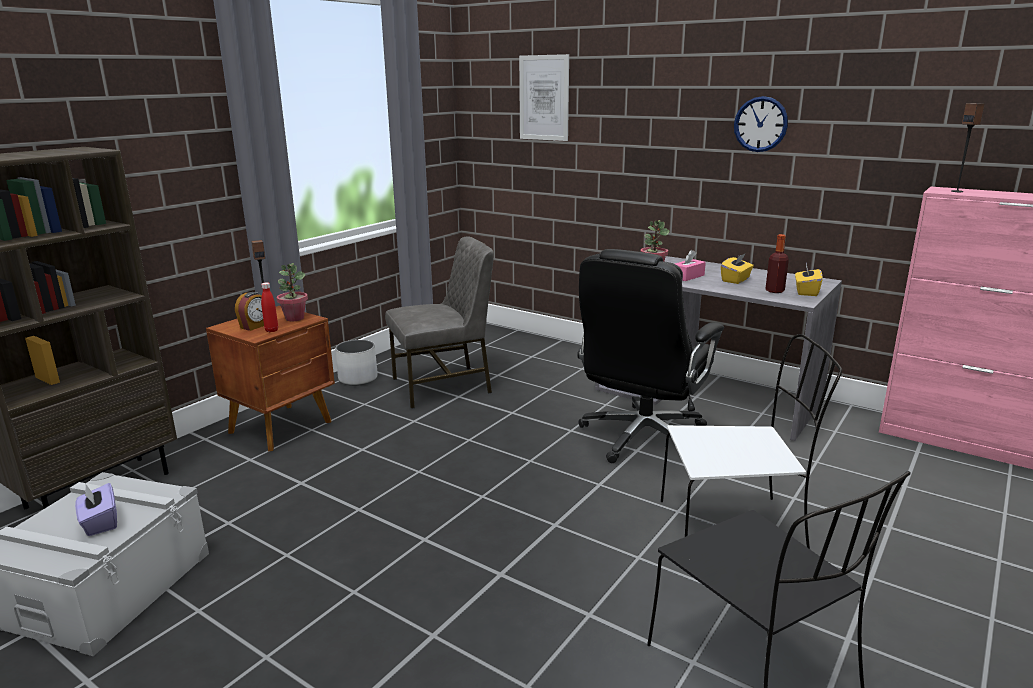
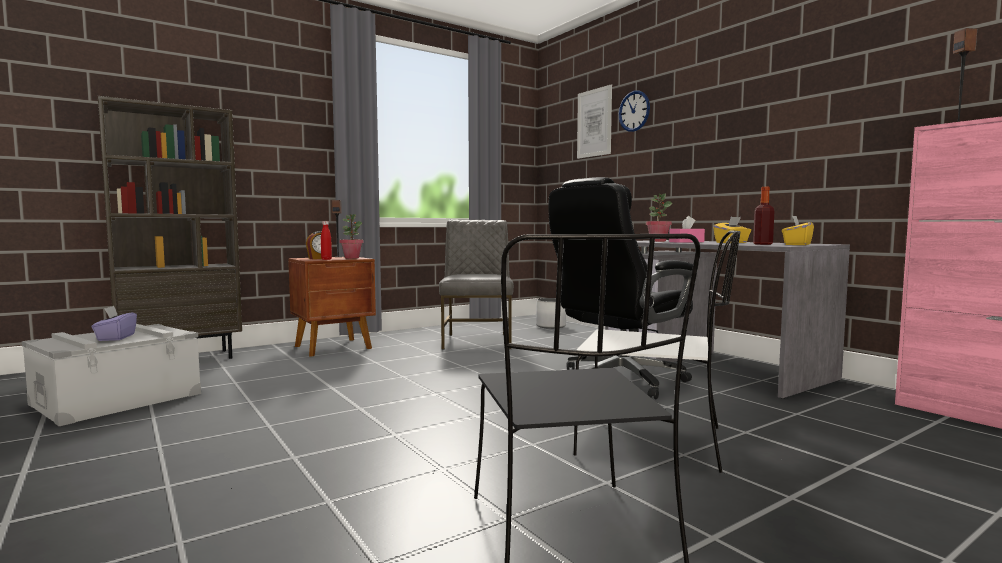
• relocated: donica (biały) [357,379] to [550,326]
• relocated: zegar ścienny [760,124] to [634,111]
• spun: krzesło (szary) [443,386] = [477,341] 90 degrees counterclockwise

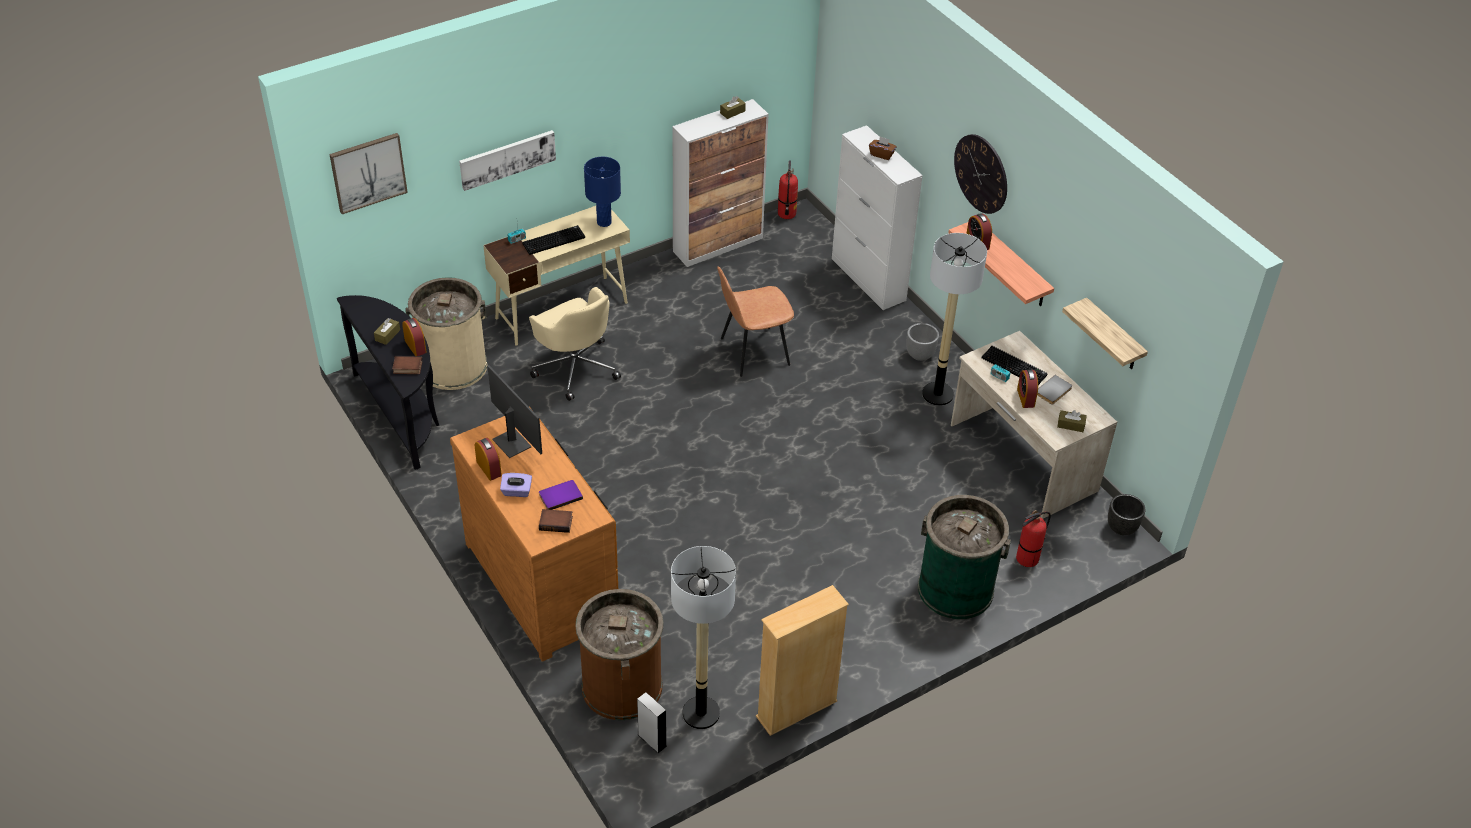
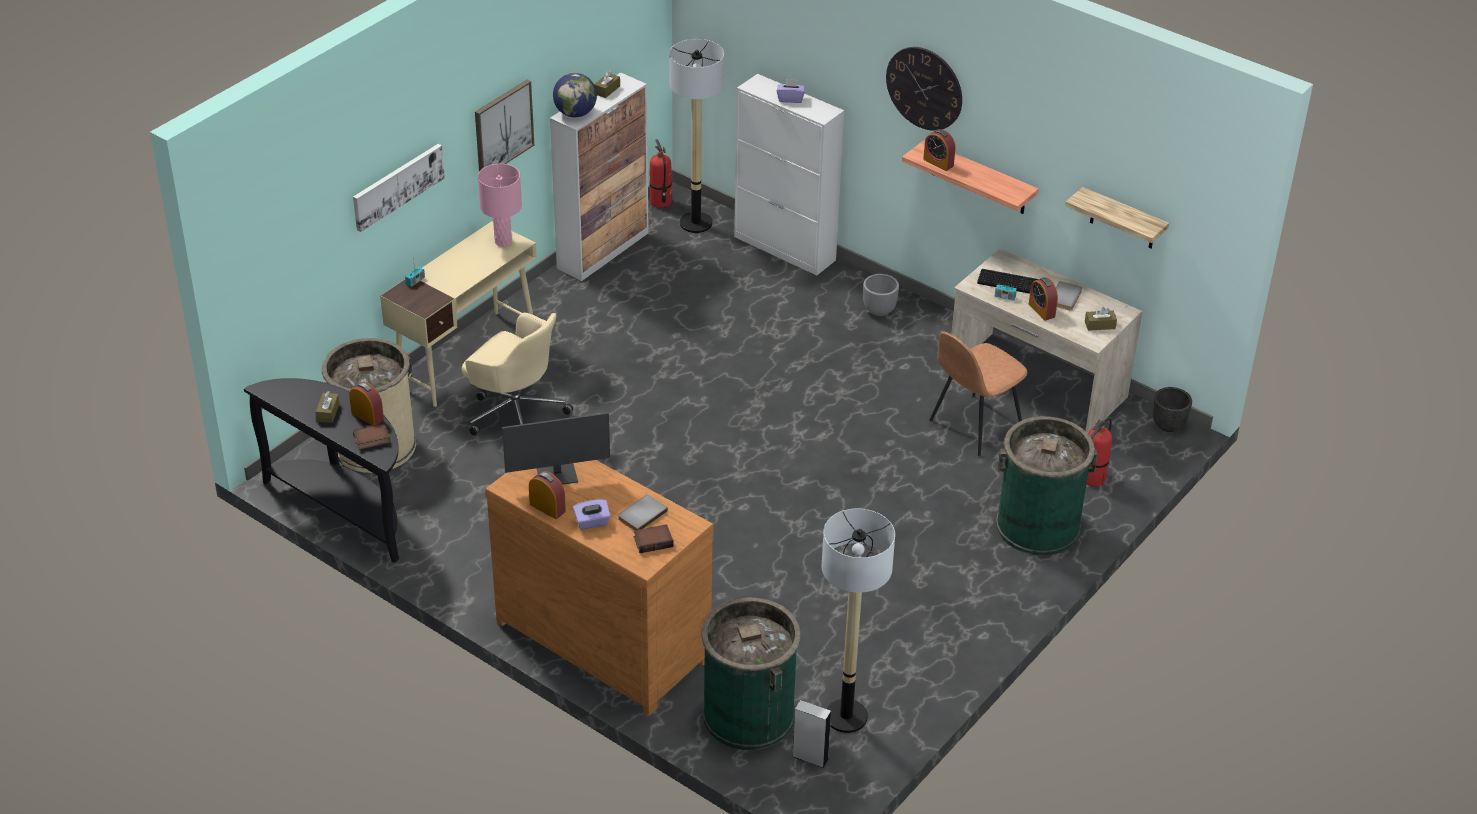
• missing: klawiatura [554,240]
• missing: regał (beżowy) [796,709]
• appeared: globus [575,113]
• relocated: obraz [368,172] to [503,127]
• relocated: krzesło (brązowy) [753,352] to [974,426]
• relocated: lampa stojąca [937,394] to [695,223]
• colour: książka (fioletowy) [560,495] to książka (szary) [641,514]
• colour: kosz na śmieci (brązowy) [622,686] to kosz na śmieci (zielony) [748,715]
• colour: lampa stołowa (niebieski) [604,222] to lampa stołowa (różowy) [503,241]
• colour: pudełko chusteczek (brązowy) [881,154] to pudełko chusteczek (fioletowy) [790,99]
• spun: monitor [512,442] = [557,476] 135 degrees clockwise

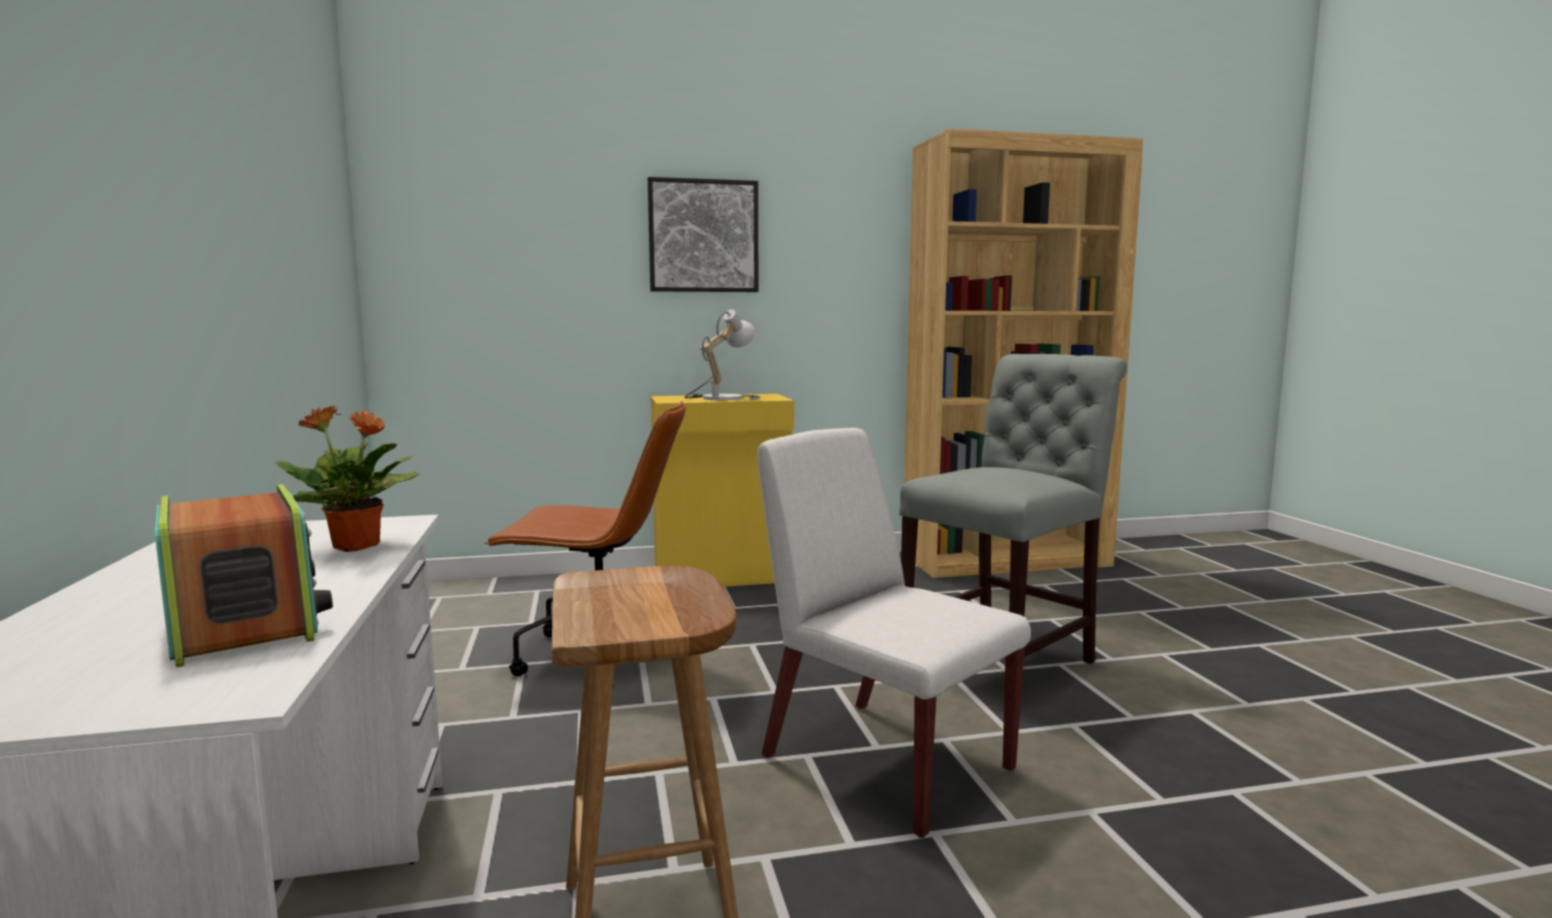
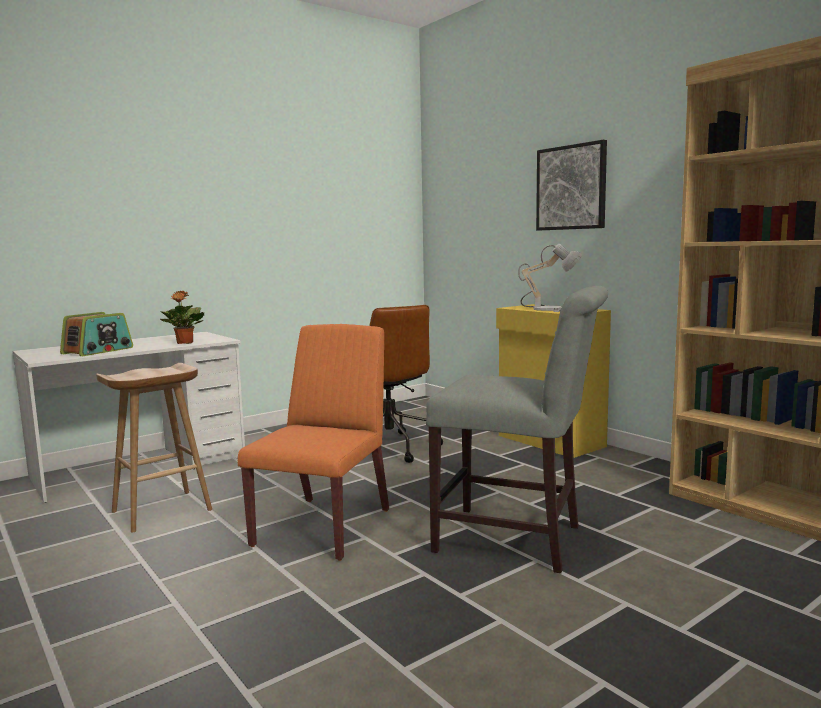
• colour: krzesło (biały) [883,762] to krzesło (pomarańczowy) [324,526]

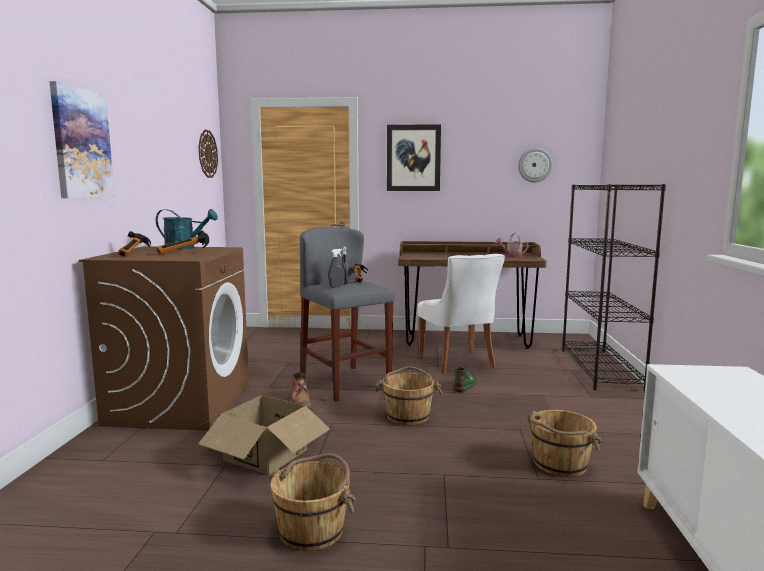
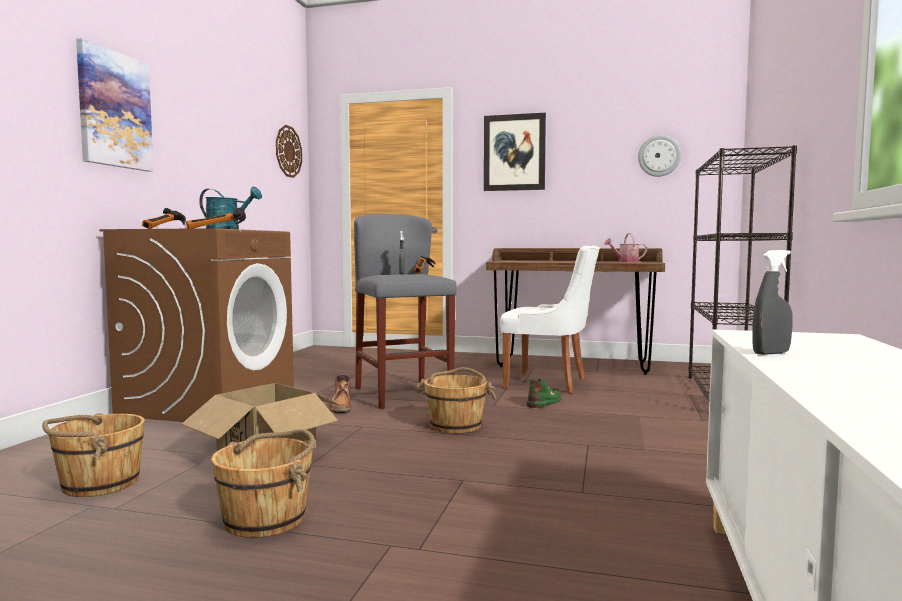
• relocated: spryskiwacz (szary) [336,287] to [771,353]
• relocated: wiadro (brązowy) [559,464] to [99,483]
• spun: krzesło (biały) [458,363] = [549,383] 60 degrees counterclockwise

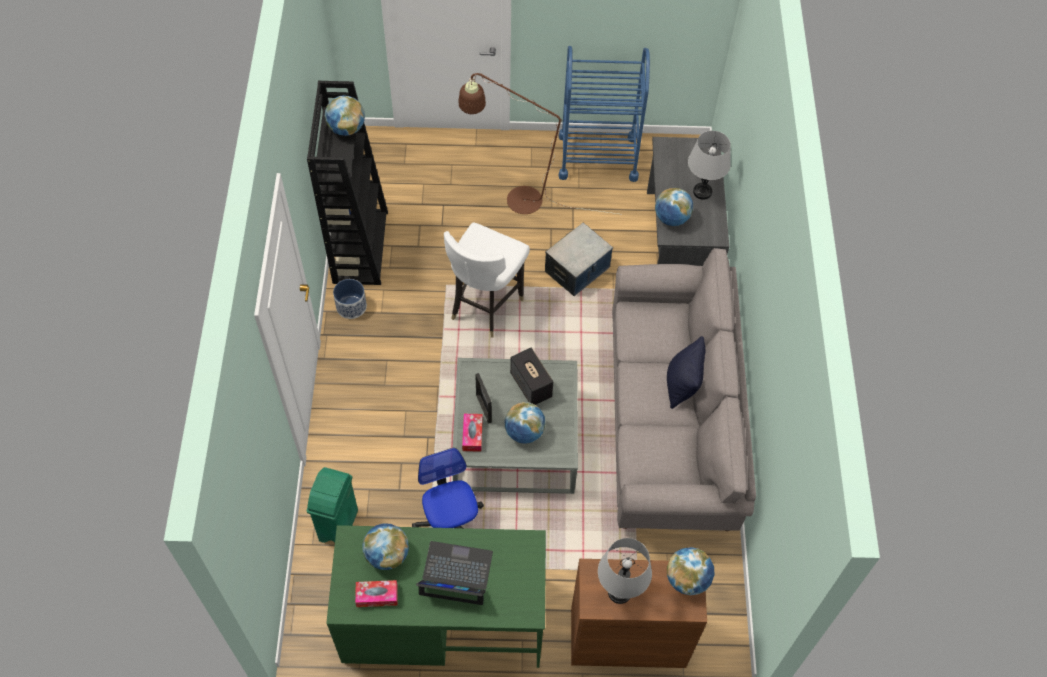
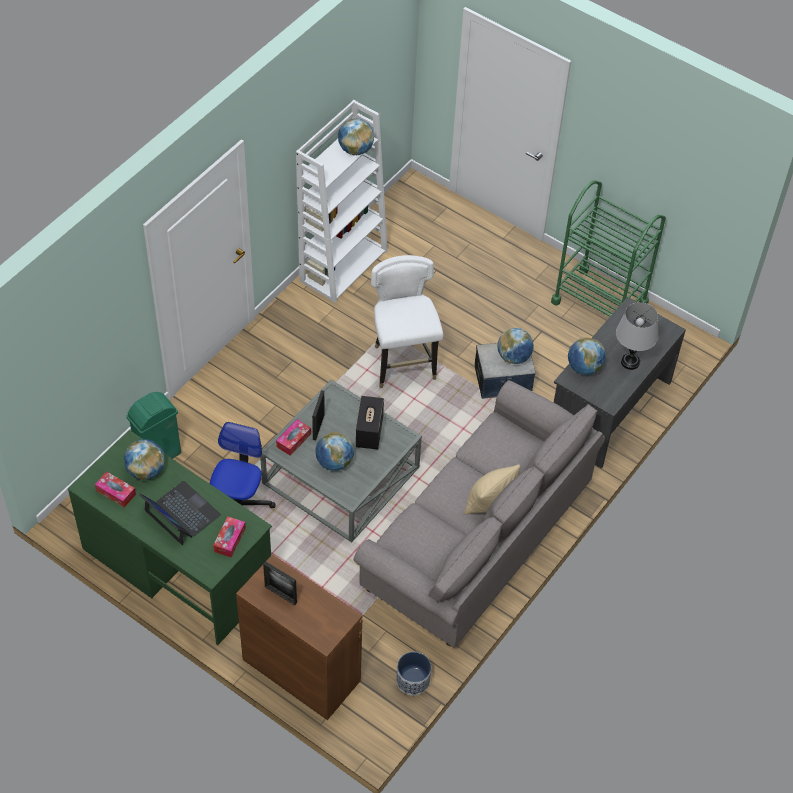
• missing: lampa stojąca (brązowy) [514,199]
• appeared: pudełko chusteczek [229,540]
• relocated: donica [351,306] to [413,681]
• relocated: globus [687,579] to [514,357]
• exchanged: lampa stołowa (szary) [619,592] to ramka na zdjęcie [280,595]
• colour: regał (czarny) [360,246] to regał (biały) [343,265]
• colour: wózek (niebieski) [597,157] to wózek (zielony) [599,303]
• colour: poduszka (czarny) [682,385] to poduszka (beżowy) [489,503]
• spun: krzesło (biały) [485,306] = [403,365] 105 degrees clockwise

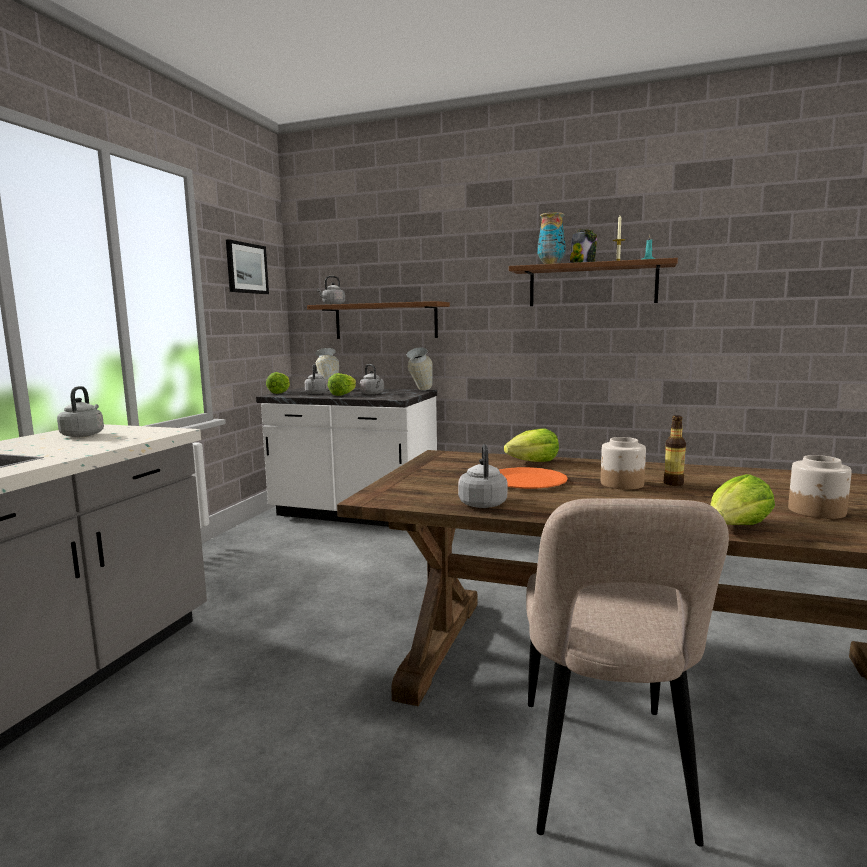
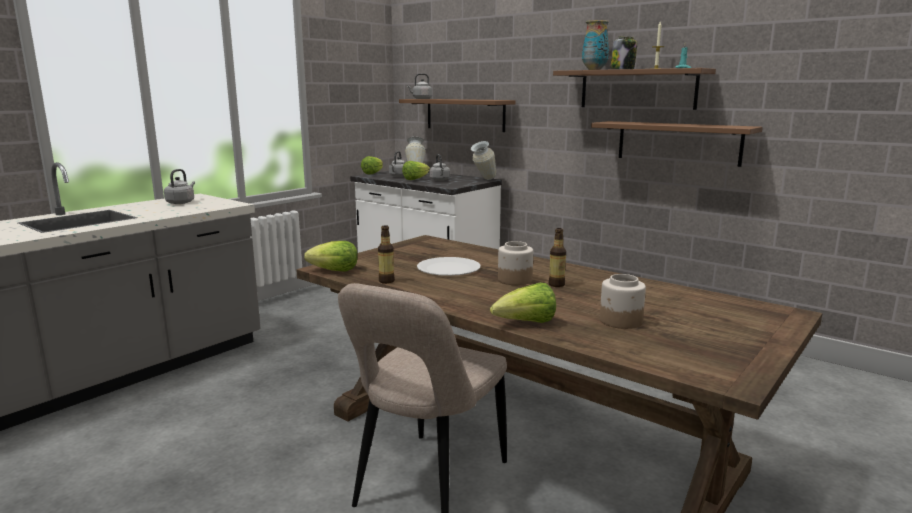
• missing: obraz [246,268]
• appeared: półka (brązowy) [678,142]
• relocated: sałata [533,462] to [334,271]
• exchanged: czajnik (szary) [482,503] to butelka [386,281]
• colour: talerz (pomarańczowy) [526,481] to talerz (biały) [448,269]

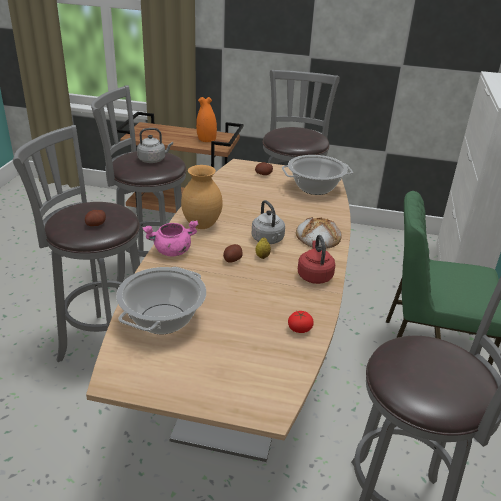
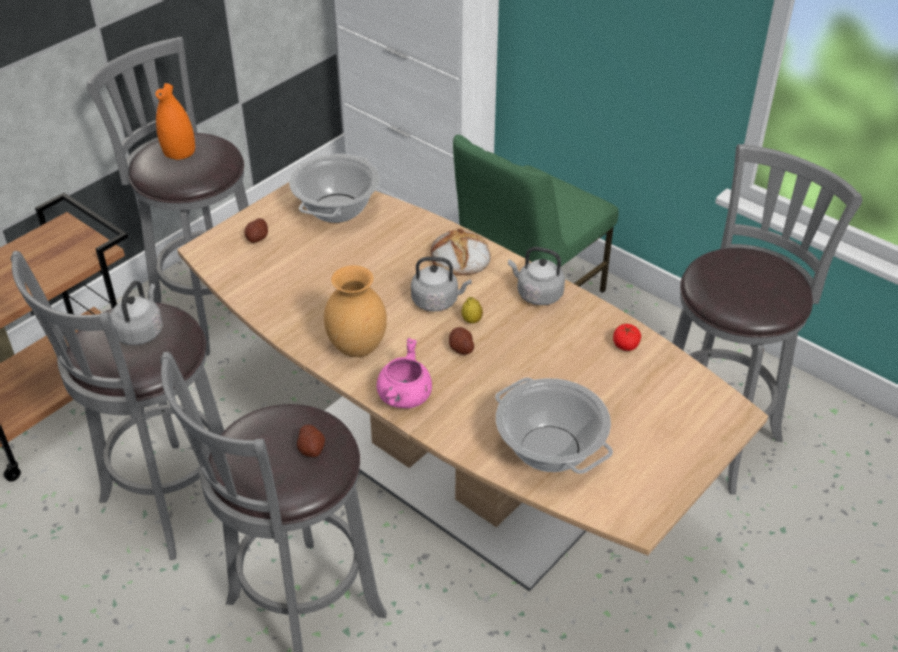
• relocated: wazon (pomarańczowy) [206,139] to [179,153]
• colour: czajnik (czerwony) [314,275] to czajnik (szary) [537,294]

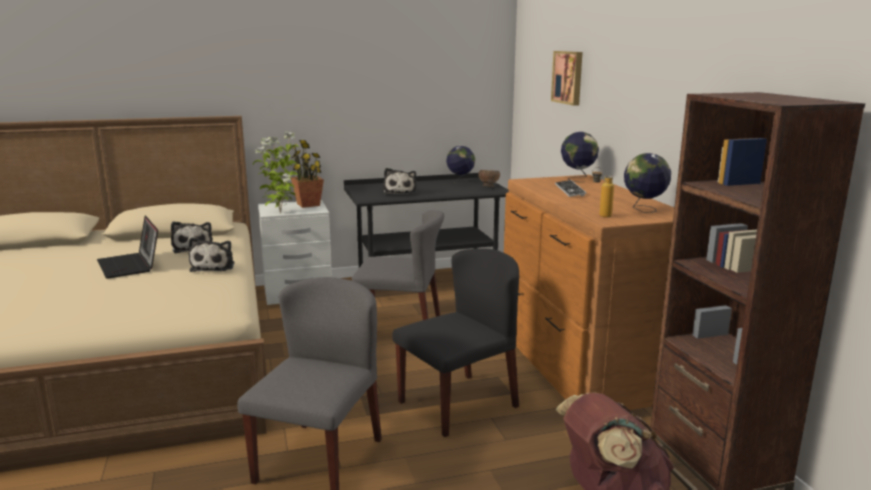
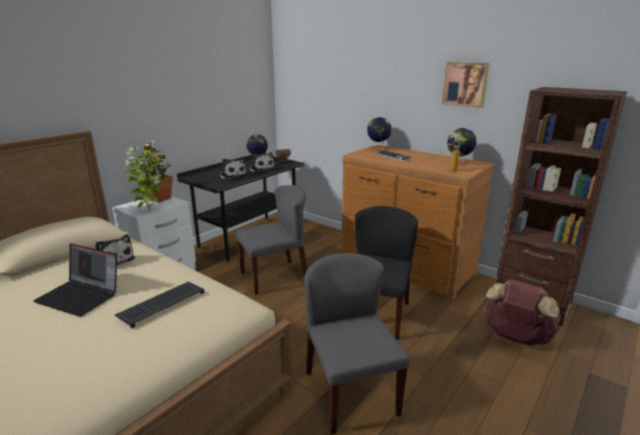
• appeared: klawiatura [162,303]
• relocated: pluszak [214,266] to [261,169]
• relocated: obraz [568,77] to [465,84]

